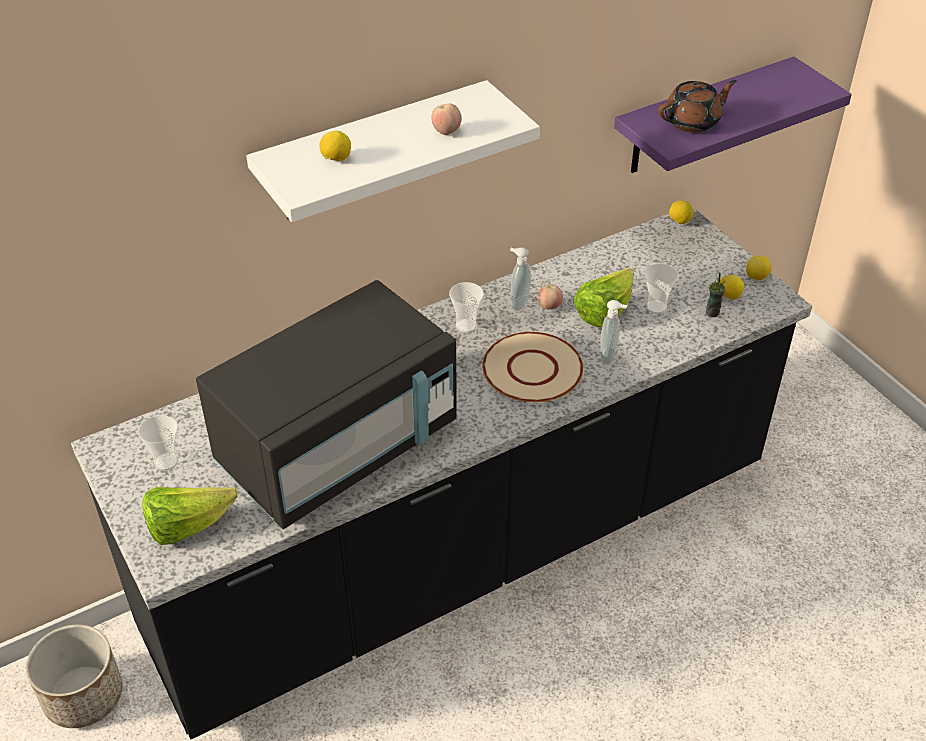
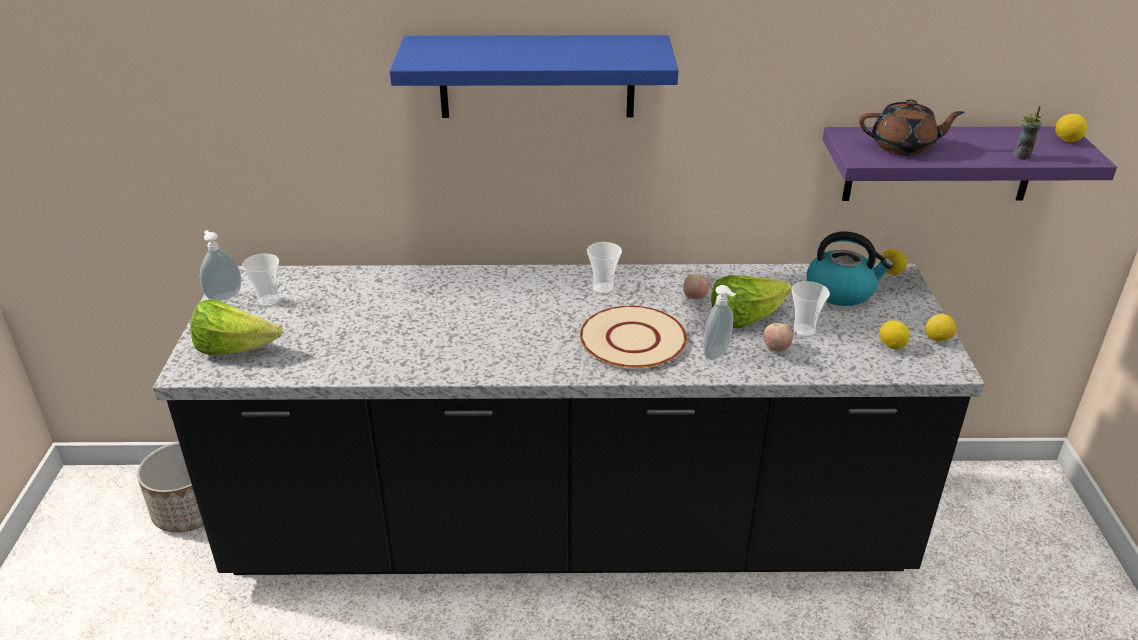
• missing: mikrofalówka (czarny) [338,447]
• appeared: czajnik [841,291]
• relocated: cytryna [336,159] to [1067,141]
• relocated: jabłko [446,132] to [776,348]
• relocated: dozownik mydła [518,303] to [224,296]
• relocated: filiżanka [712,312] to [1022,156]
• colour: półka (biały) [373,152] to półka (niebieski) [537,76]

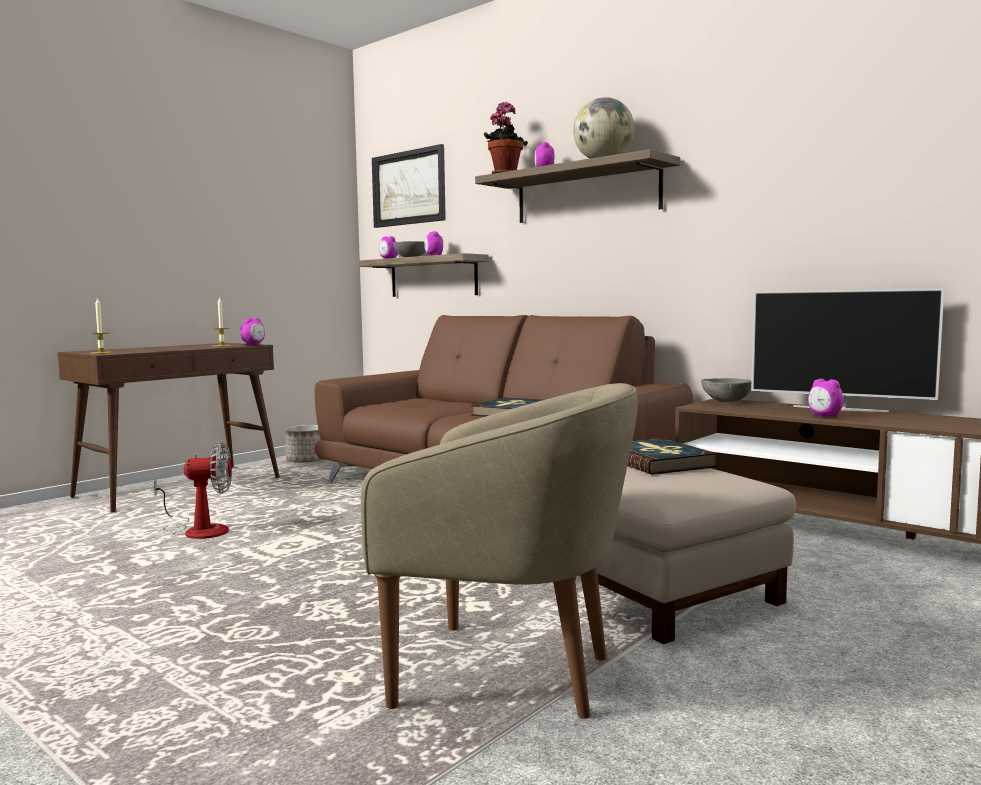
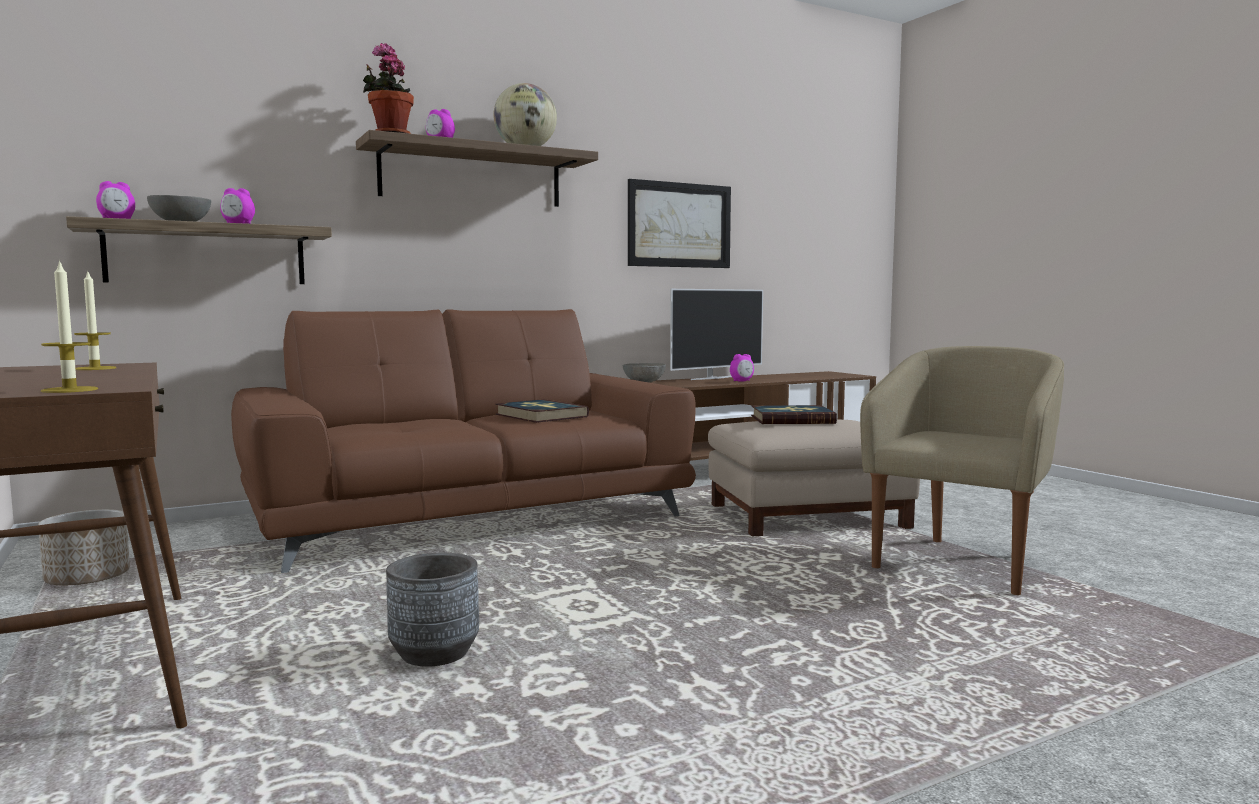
• missing: budzik [253,344]
• relocated: obraz [408,188] to [679,225]
• exchanged: wentylator [198,531] to donica (szary) [434,655]

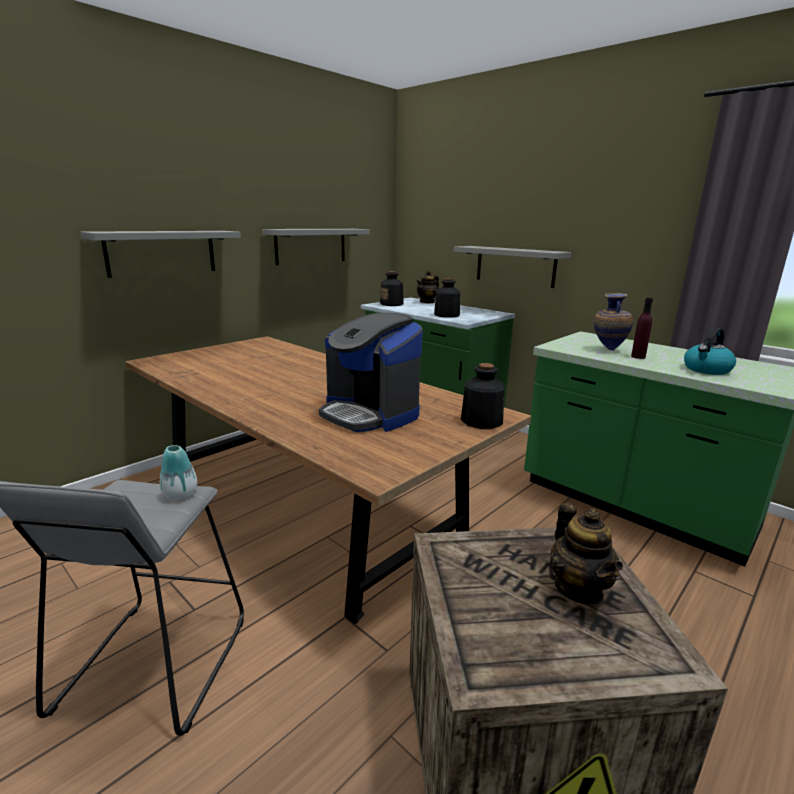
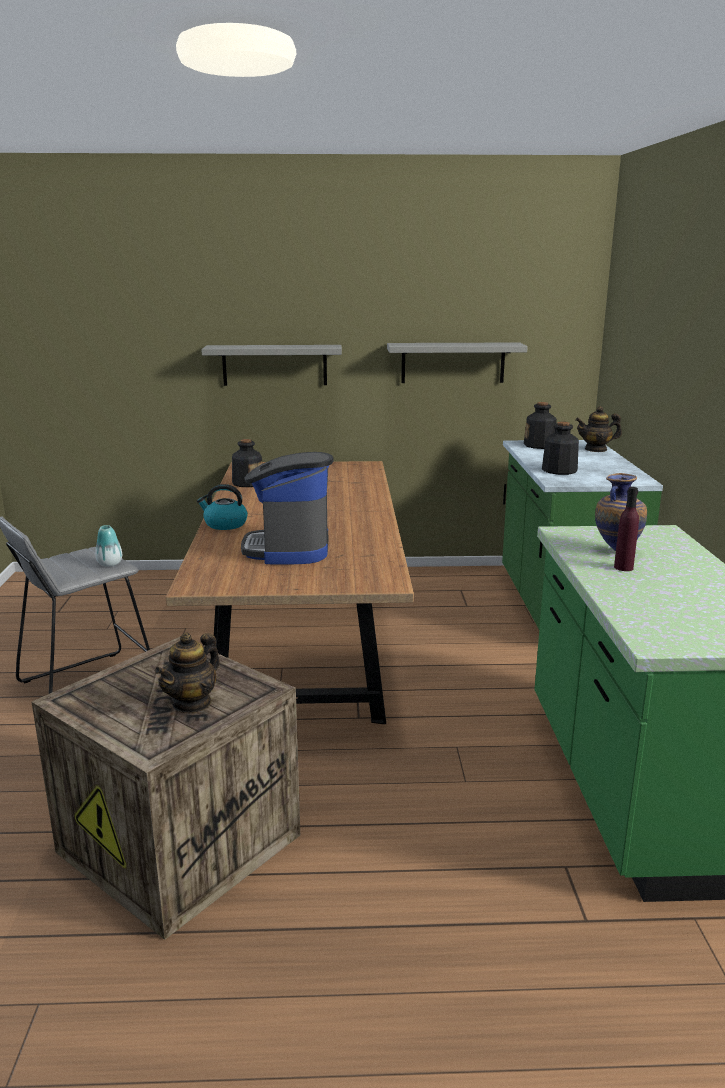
• missing: półka (szary) [515,266]
• relocated: butelka [481,421] to [248,483]
• relocated: czajnik [706,370] to [225,524]

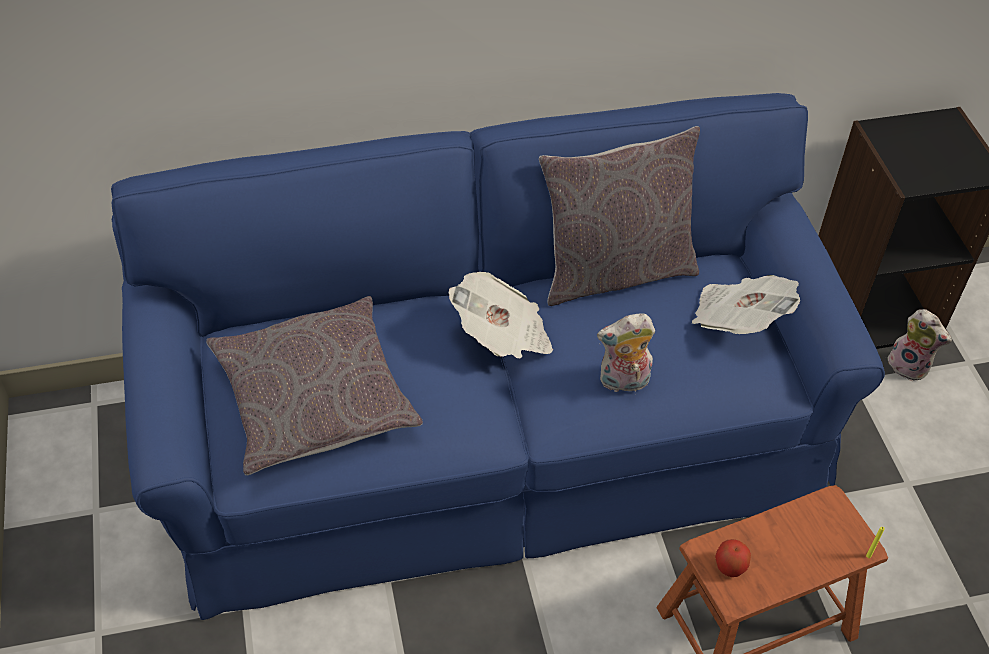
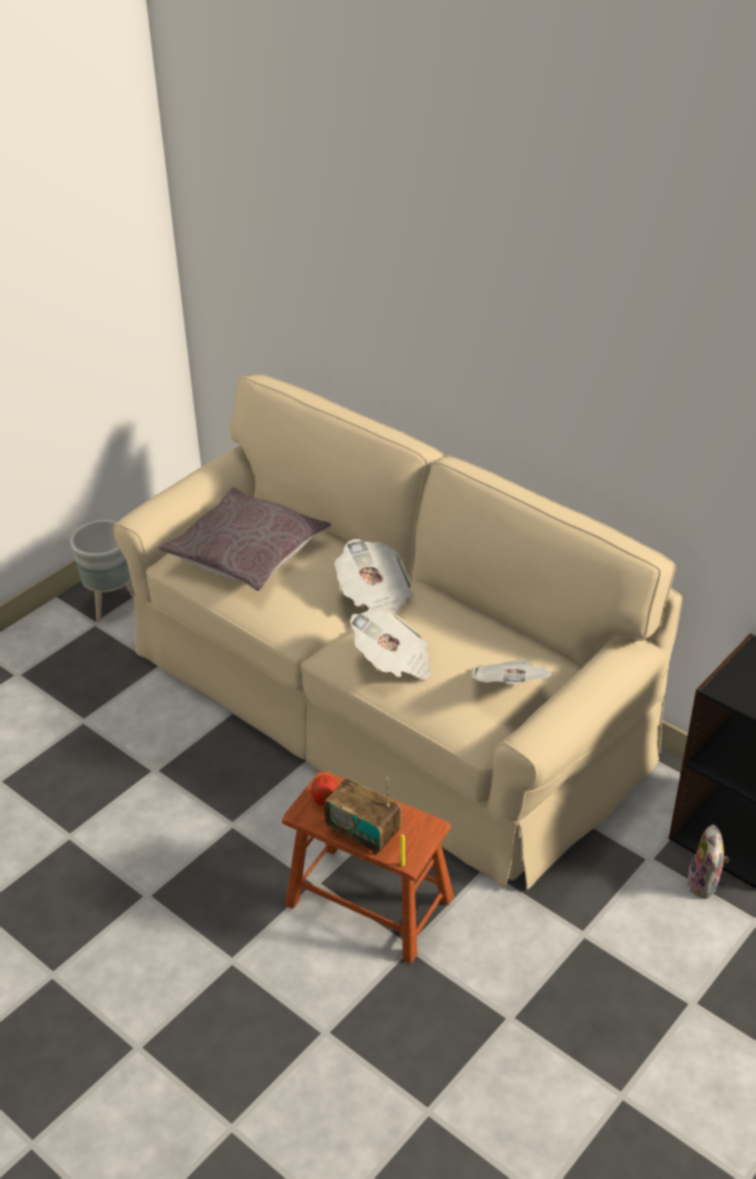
• missing: poduszka (szary) [615,271]
• appeared: donica (szary) [112,604]
• appeared: radio [363,833]
• exchanged: pluszak [623,382] to gazeta [393,661]
• colour: kanapa (niebieski) [491,441] to kanapa (beżowy) [380,698]

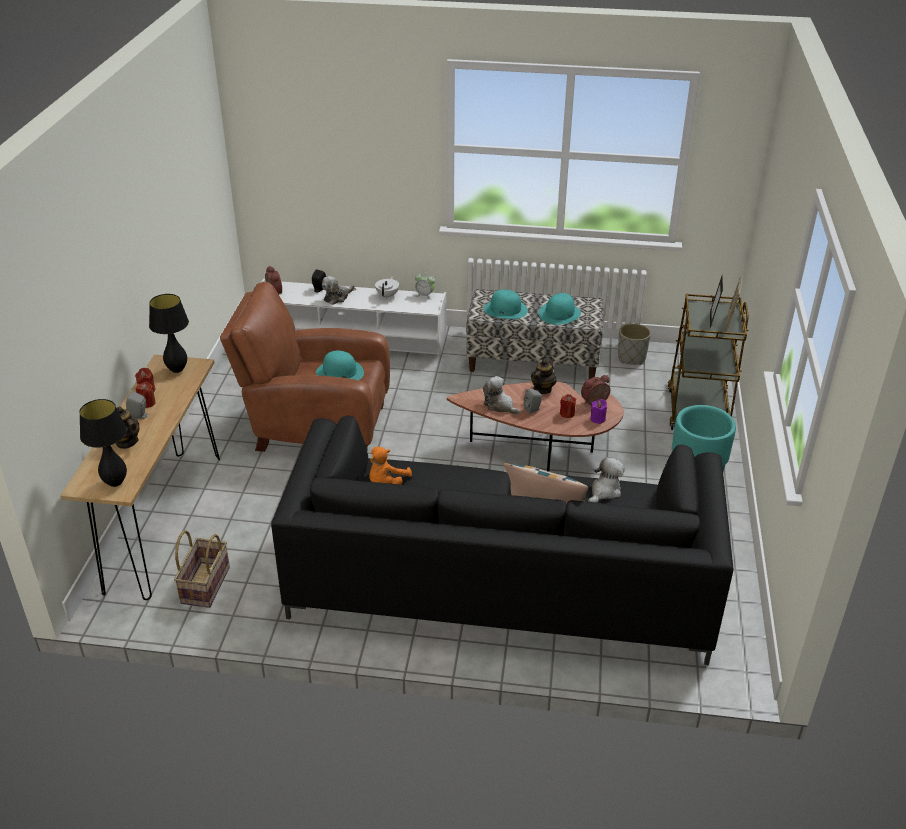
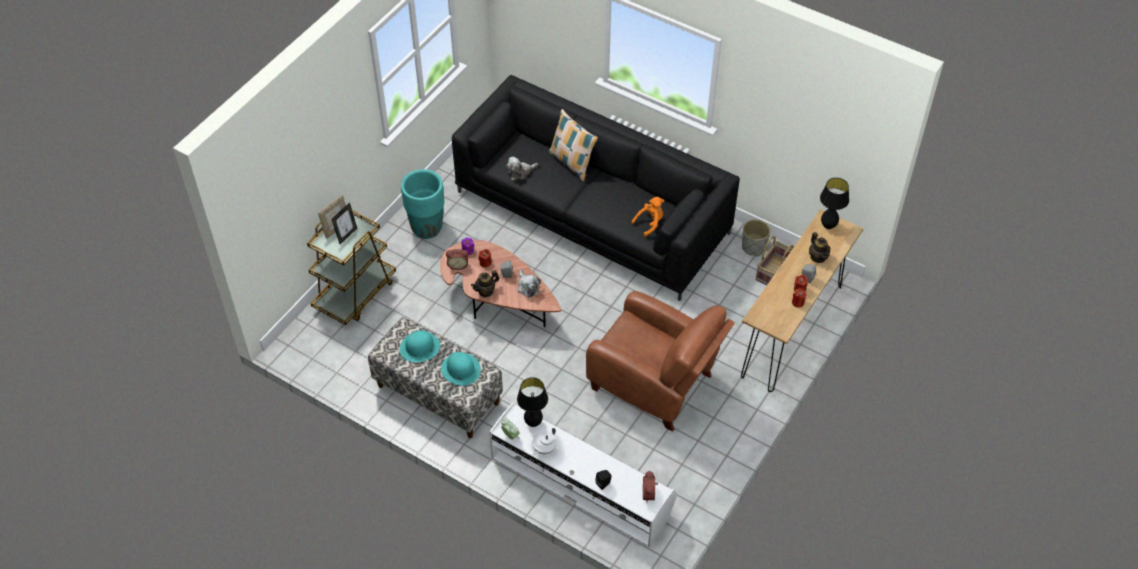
• missing: kapelusz (turkusowy) [339,372]
• missing: pluszak [337,297]
• relocated: lampa stołowa (czarny) [177,369] to [533,423]
• relocated: donica (szary) [631,358] to [753,247]

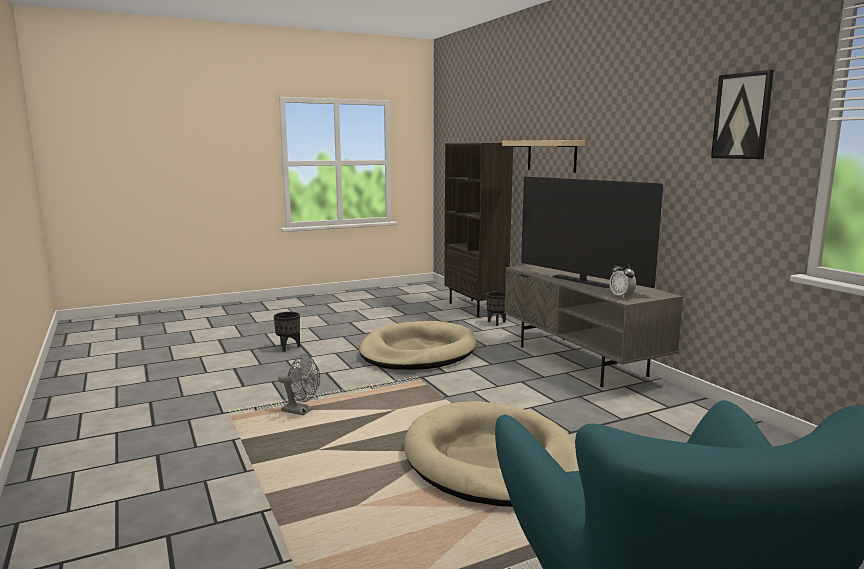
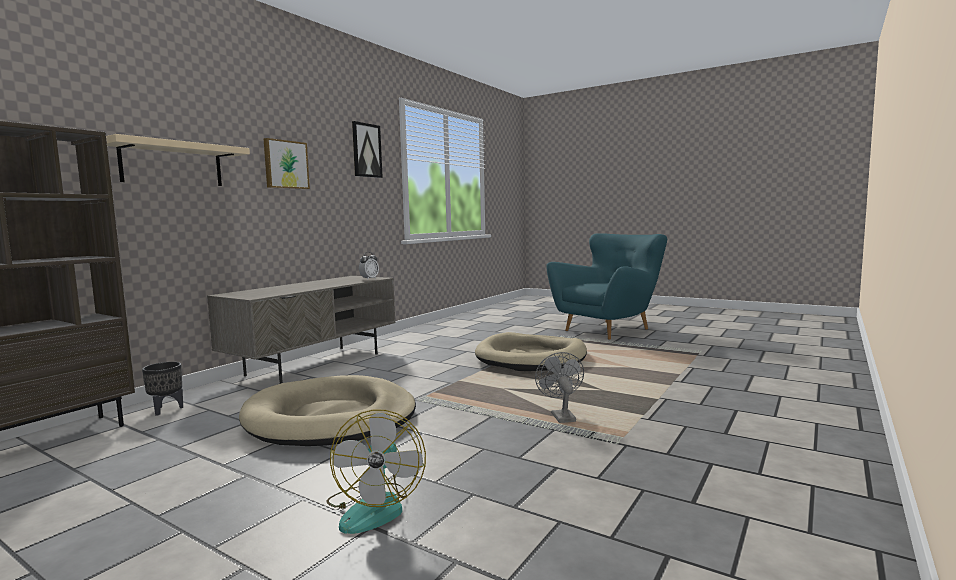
• missing: telewizor [582,281]
• appeared: obraz [285,164]
• exchanged: donica (czarny) [288,348] to wentylator [375,507]

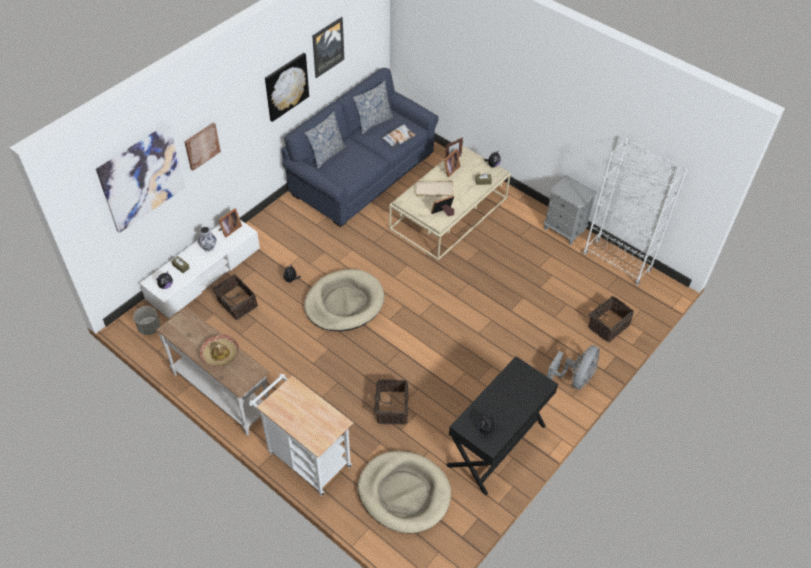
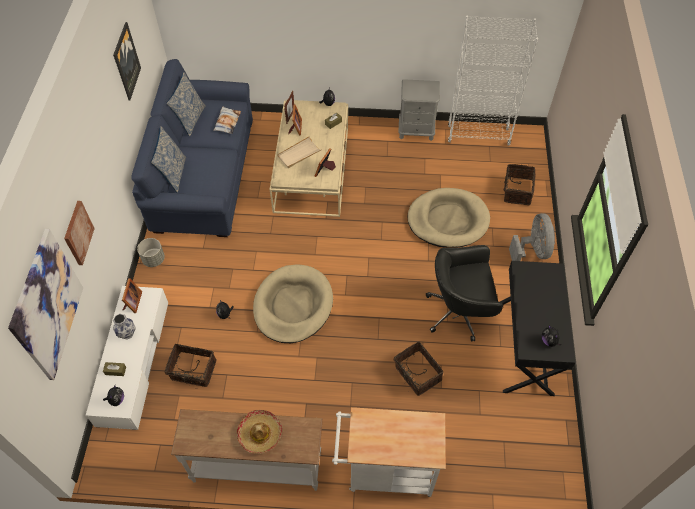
• missing: obraz [286,86]
• appeared: krzesło biurowe (czarny) [459,311]
• relocated: donica (szary) [149,327] to [153,259]
• relocated: legowisko (beżowy) [404,493] to [448,220]

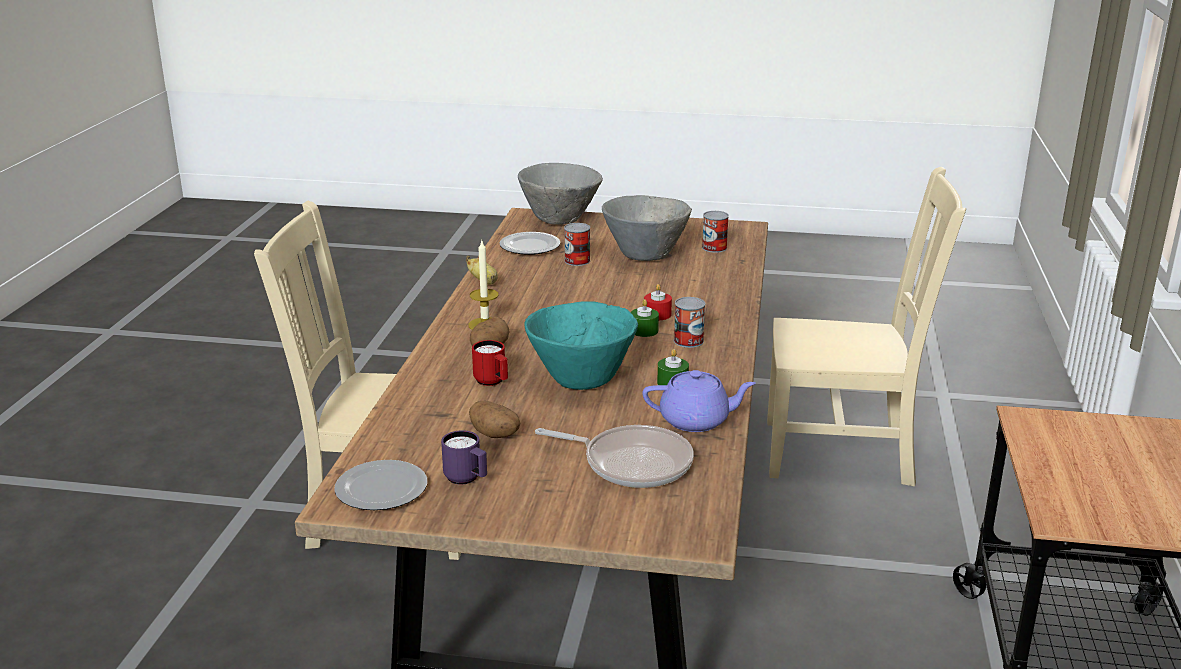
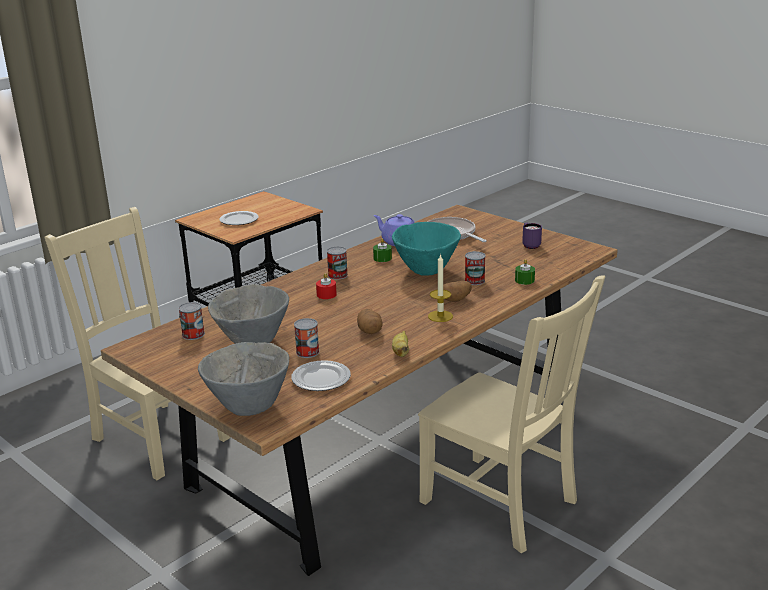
• relocated: talerz [379,489] to [239,220]
• relocated: ziemniak [495,435] to [369,331]
• relocated: świeca (zielony) [644,330] to [524,280]
• exchanged: kubek (czerwony) [492,382] to puszka [474,281]

